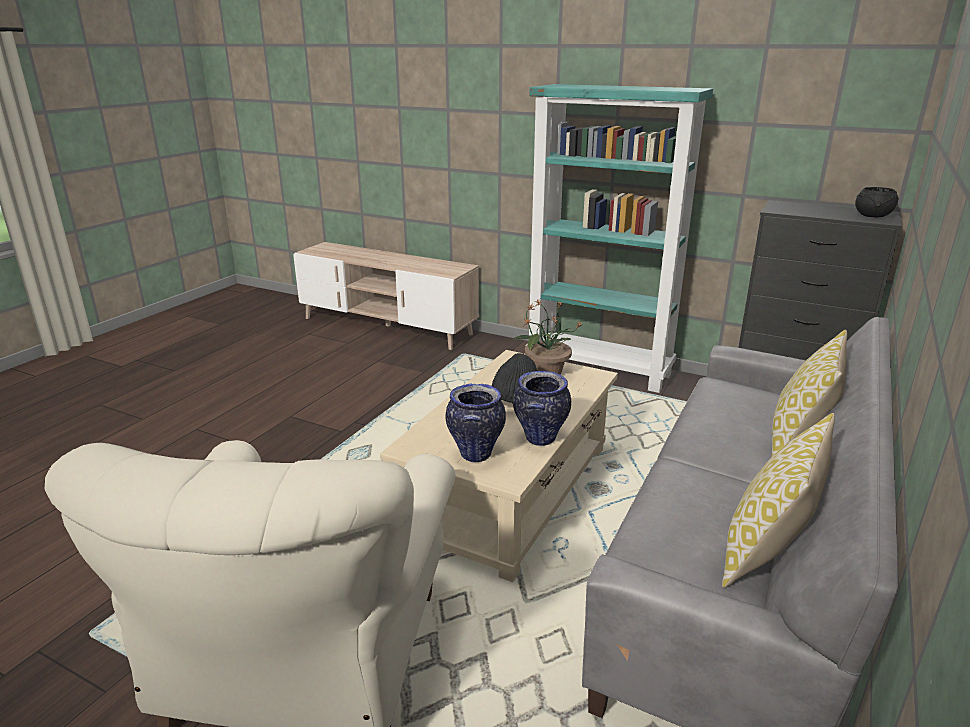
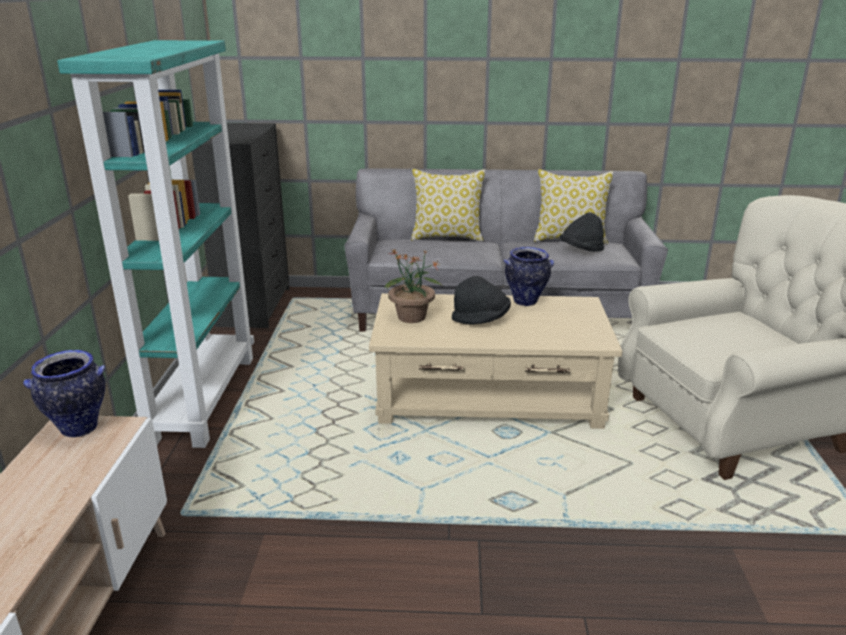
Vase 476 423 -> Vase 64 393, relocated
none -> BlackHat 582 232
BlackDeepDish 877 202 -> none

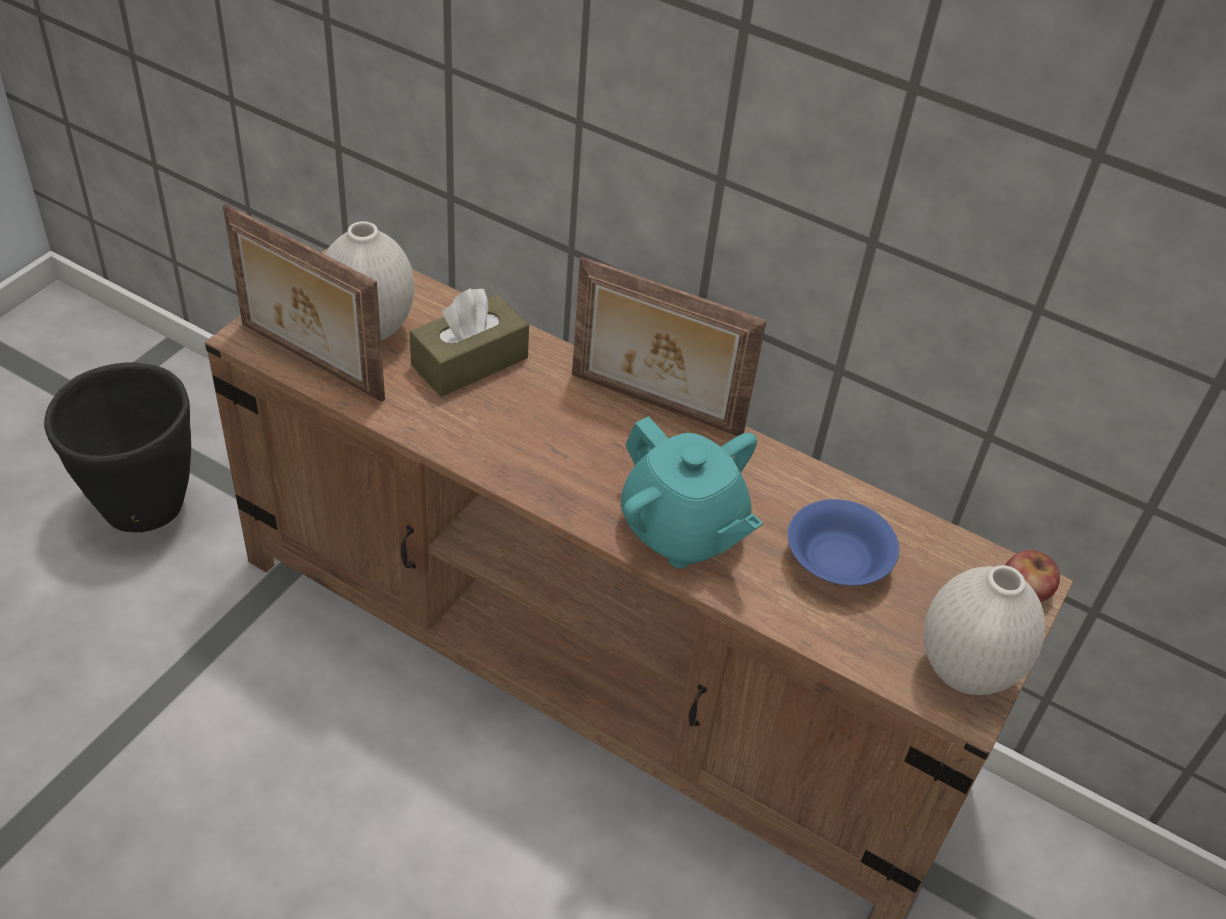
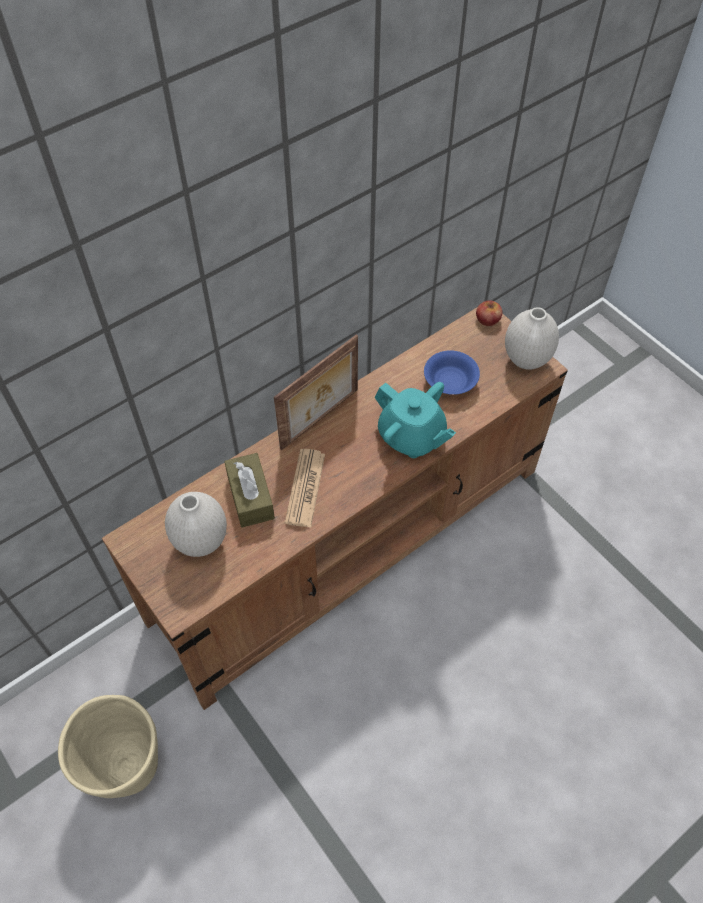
BlackPlanter 117 447 -> BeigeColouredPlanter 108 746
none -> DailyPaper 305 488
BlueGreenTeapot 692 492 -> BlueGreenTeapot 415 420, 60 degrees clockwise
PictureFrame 304 303 -> none

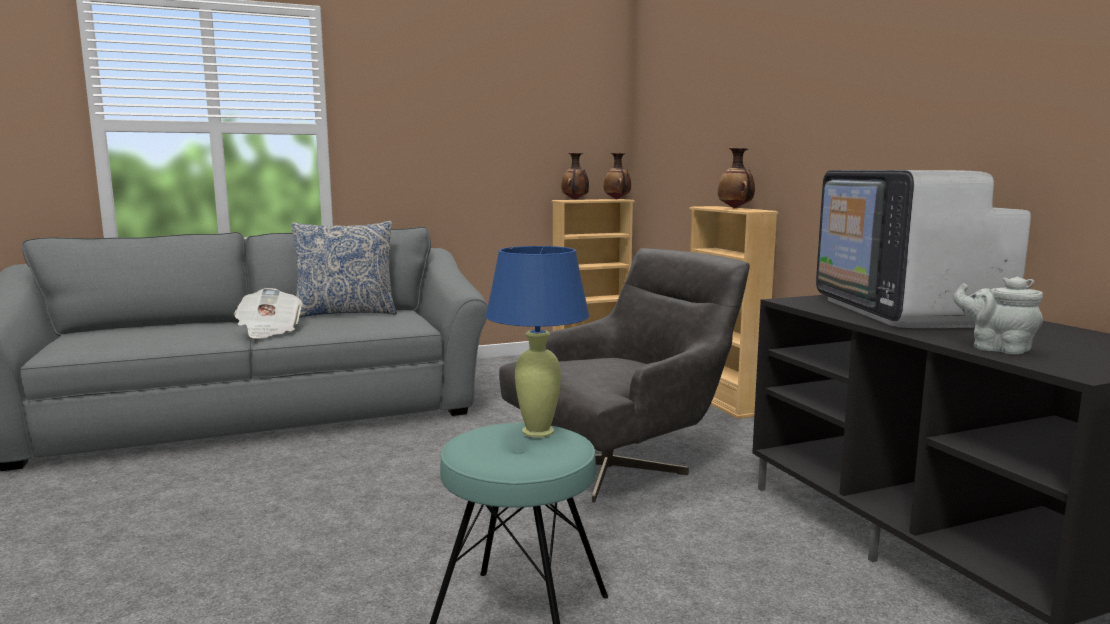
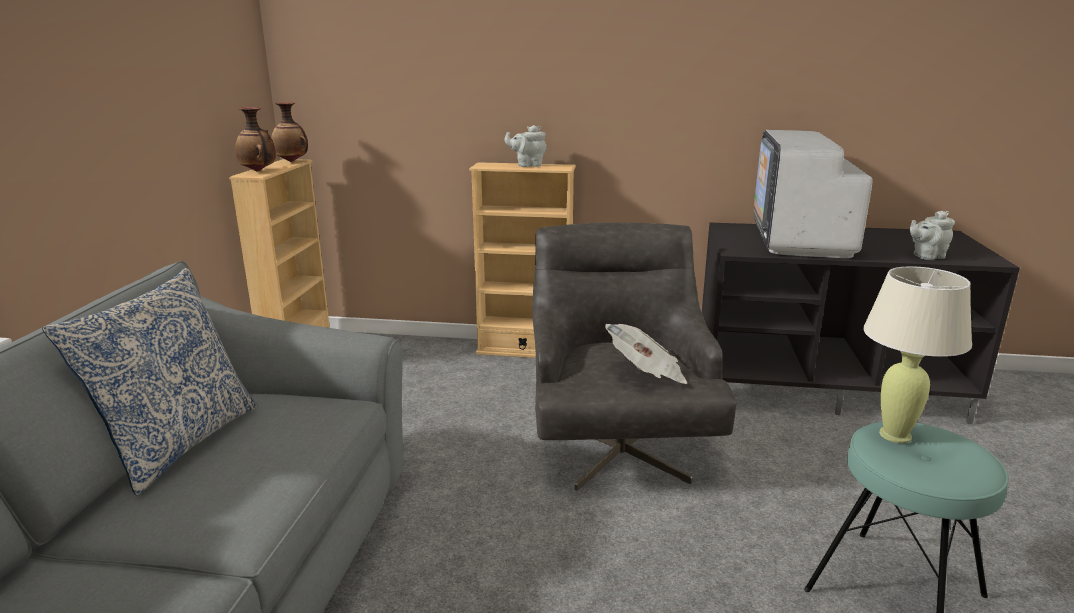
Vase 736 178 -> GrayTeapot 525 146
DailyPaper 268 313 -> DailyPaper 646 354, relocated
Tv 923 249 -> Tv 813 194, 75 degrees clockwise
BlueColouredTabletopLamp 537 341 -> BeigeColouredTabletopLamp 917 354

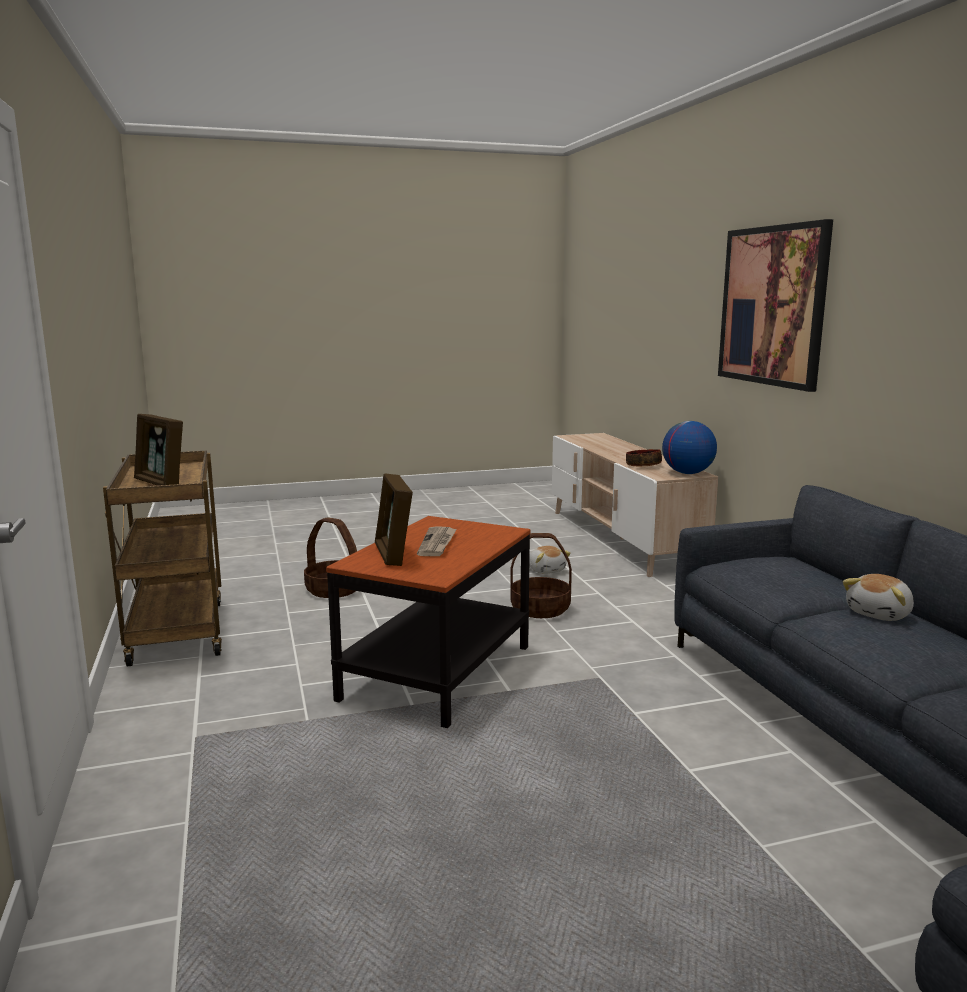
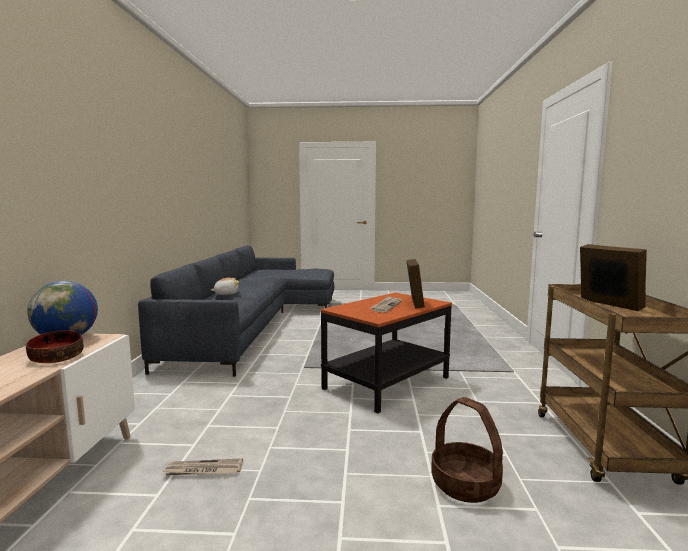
CuddlyToy 550 560 -> DailyPaper 202 467
StorageBasket 541 575 -> none
WallArt 775 305 -> none

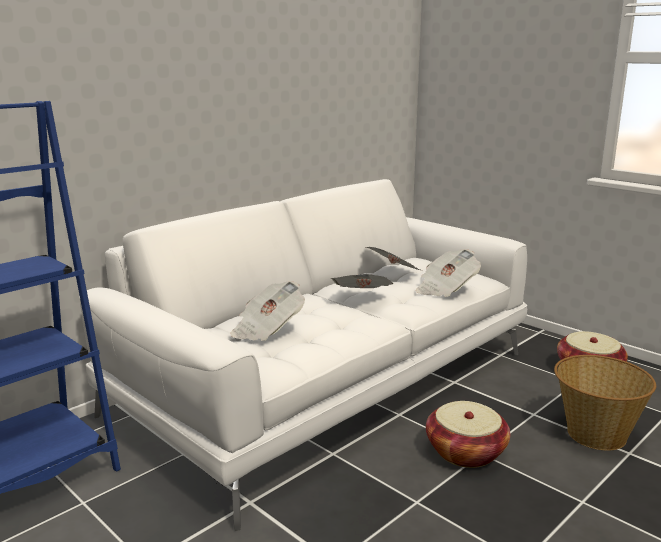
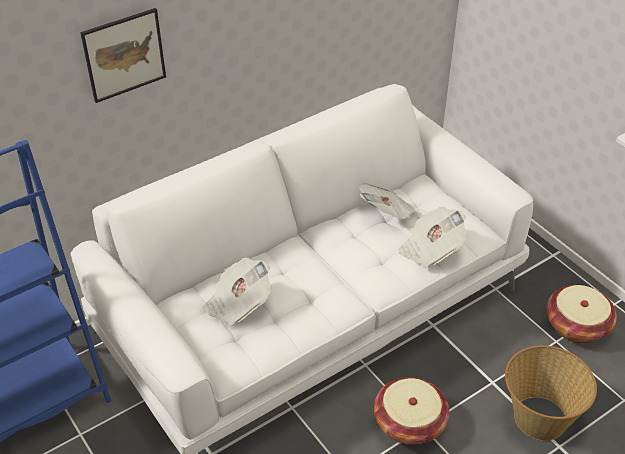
none -> WallArt 123 55
DailyPaper 362 281 -> none

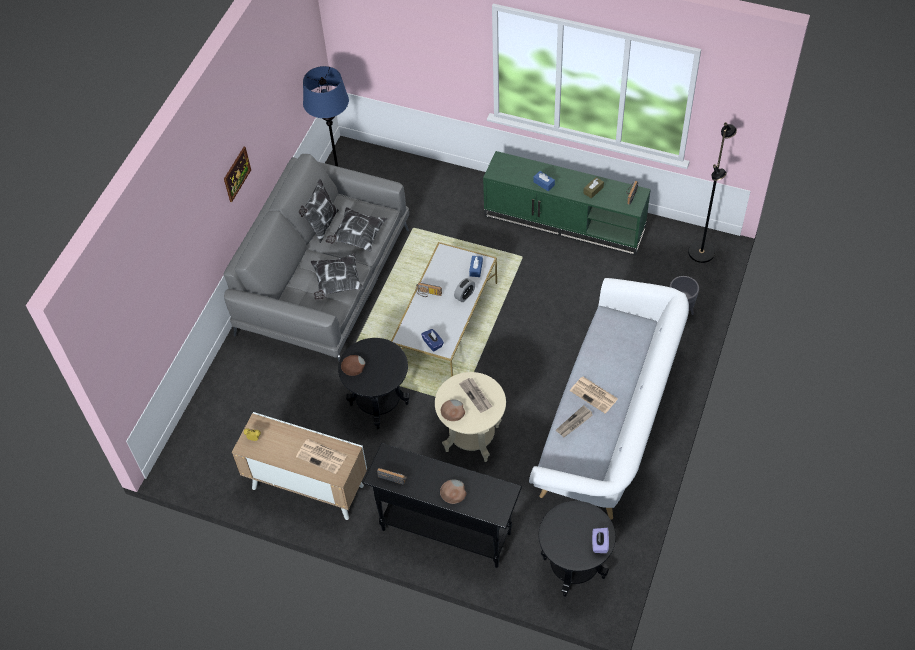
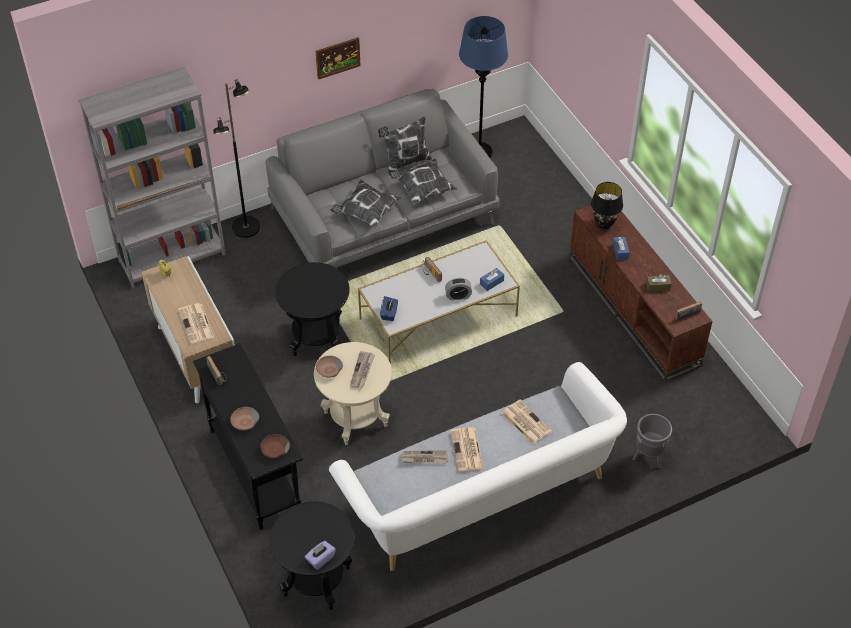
none -> GrayShelvingUnit 152 177
BlackStandingLamp 712 192 -> BlackStandingLamp 236 158, relocated
BrownDeepDish 353 365 -> BrownDeepDish 275 446, relocated
none -> DailyPaper 526 422
GreenTvUnit 567 203 -> BrownTvUnit 640 290
none -> BlackTabletopLamp 607 205

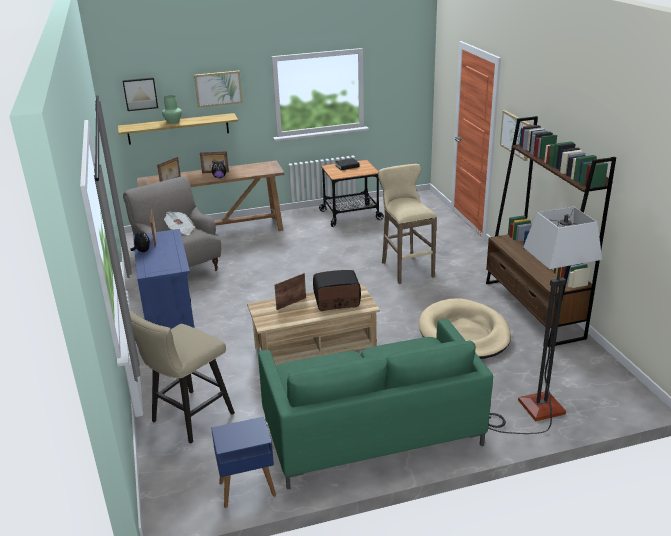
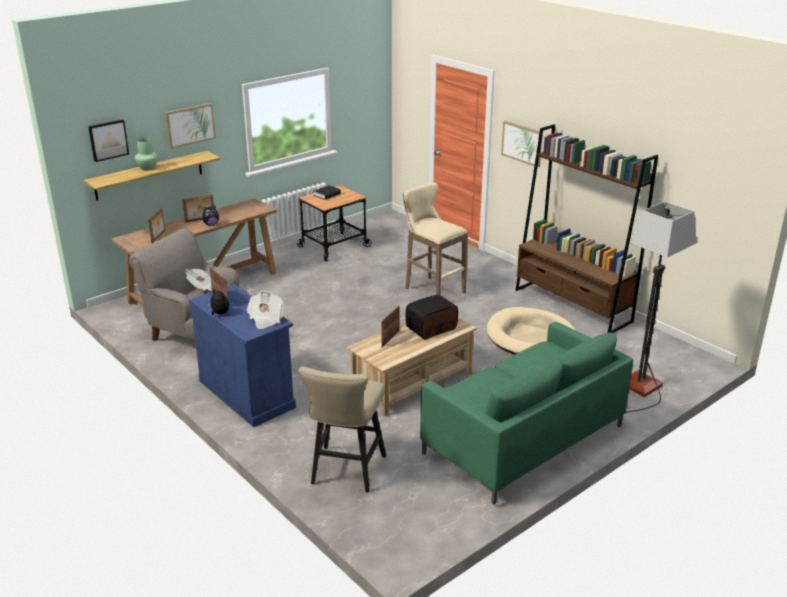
none -> DailyPaper 265 310
BlueColouredEndTable 243 462 -> none

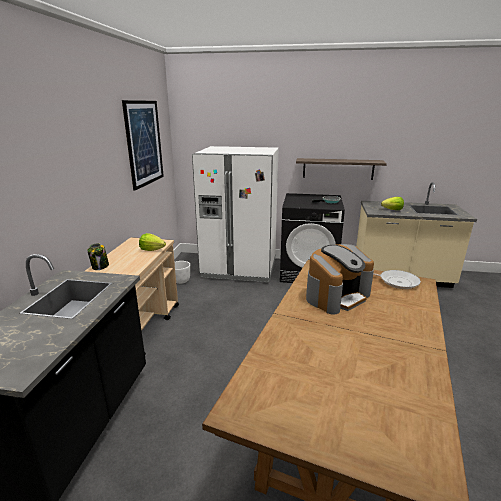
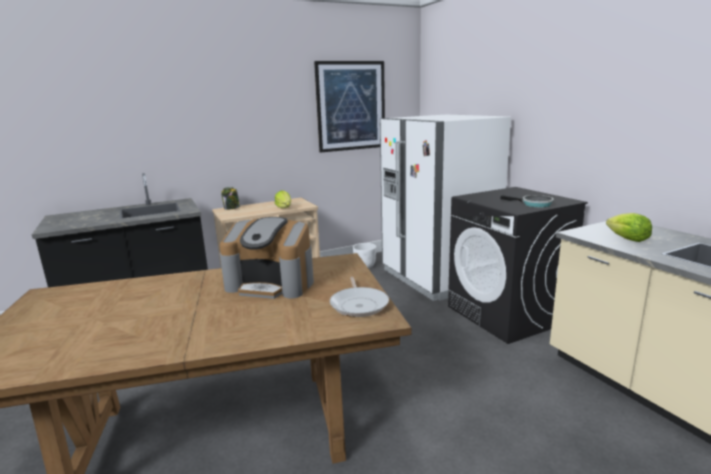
WallShelf 341 169 -> none

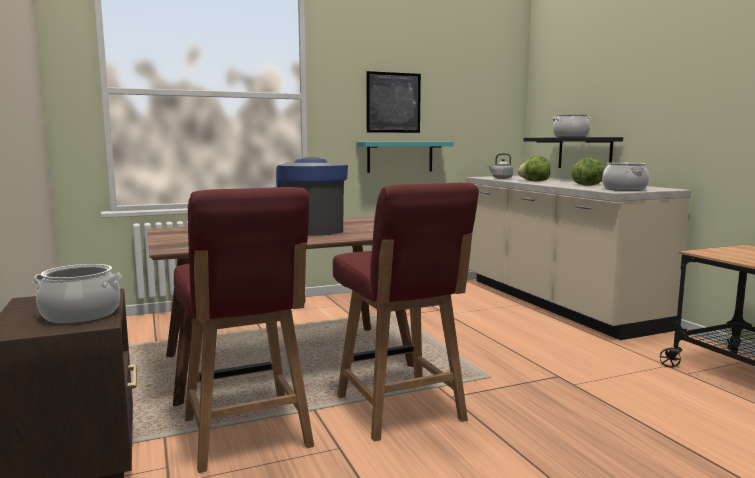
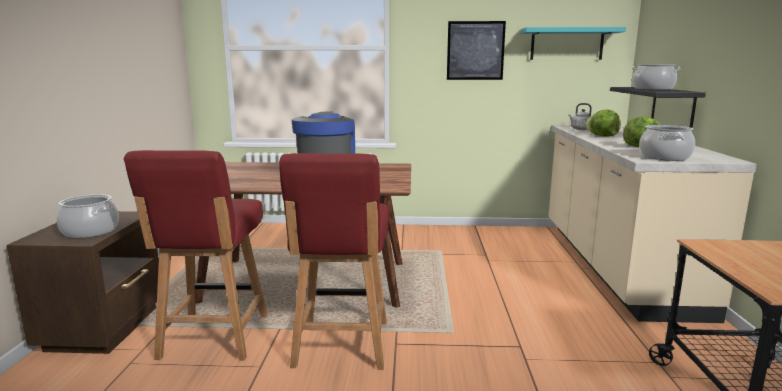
BlueGreenWallShelf 405 157 -> BlueGreenWallShelf 573 43, relocated

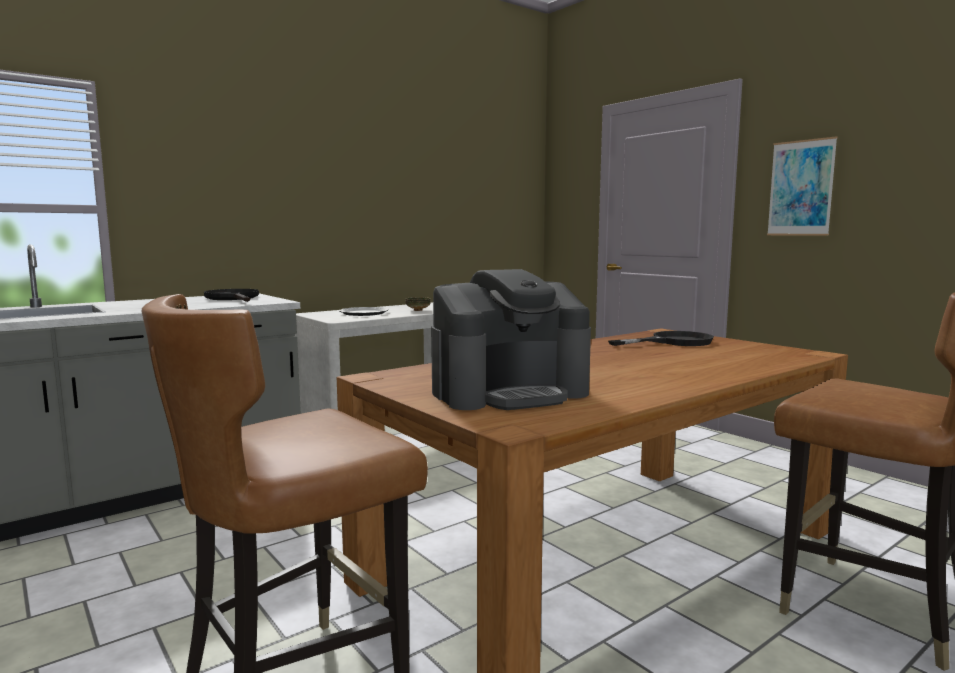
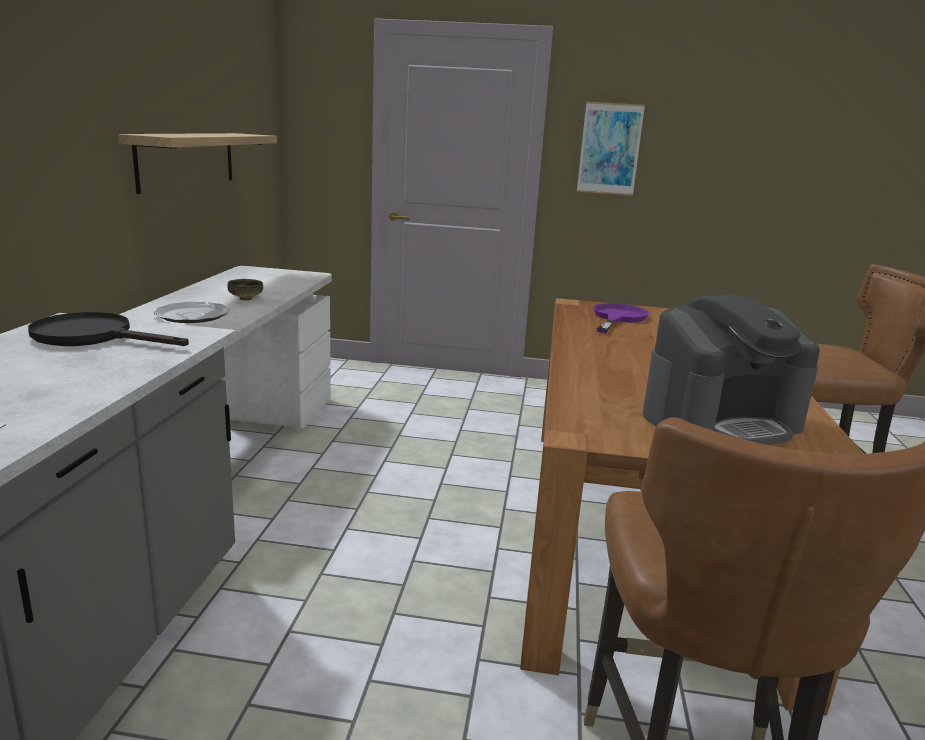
none -> WallShelf 197 163
BlackFryingPan 661 338 -> PurpleColouredFryingPan 621 318
CoffeeMaker 511 339 -> CoffeeMaker 731 370, 45 degrees clockwise

